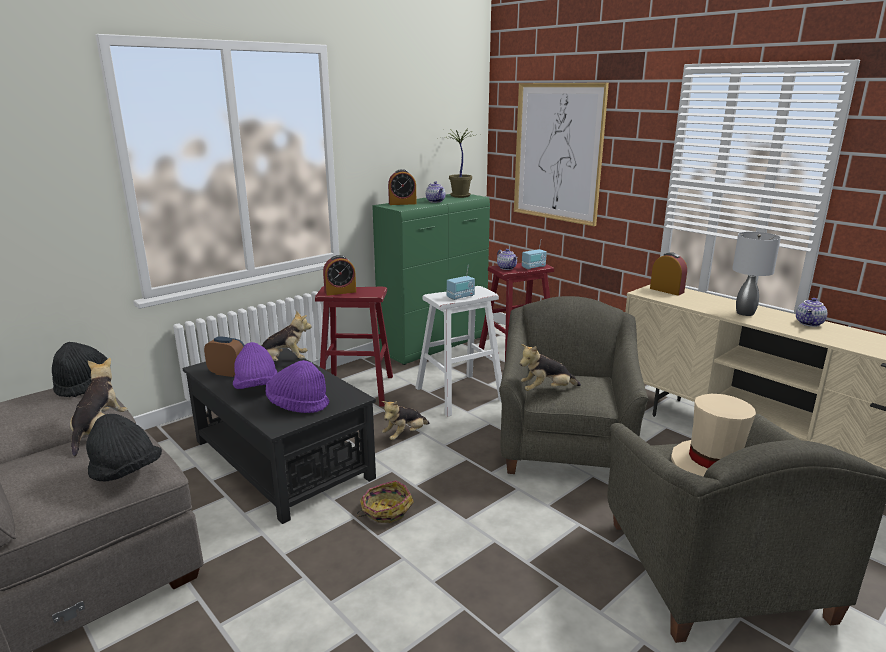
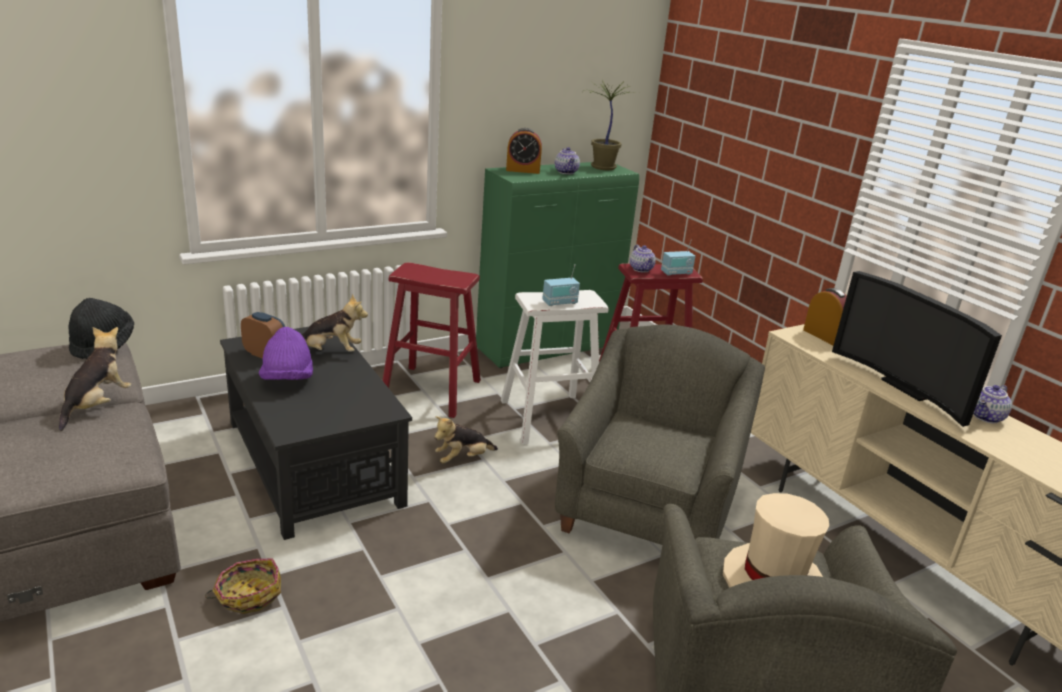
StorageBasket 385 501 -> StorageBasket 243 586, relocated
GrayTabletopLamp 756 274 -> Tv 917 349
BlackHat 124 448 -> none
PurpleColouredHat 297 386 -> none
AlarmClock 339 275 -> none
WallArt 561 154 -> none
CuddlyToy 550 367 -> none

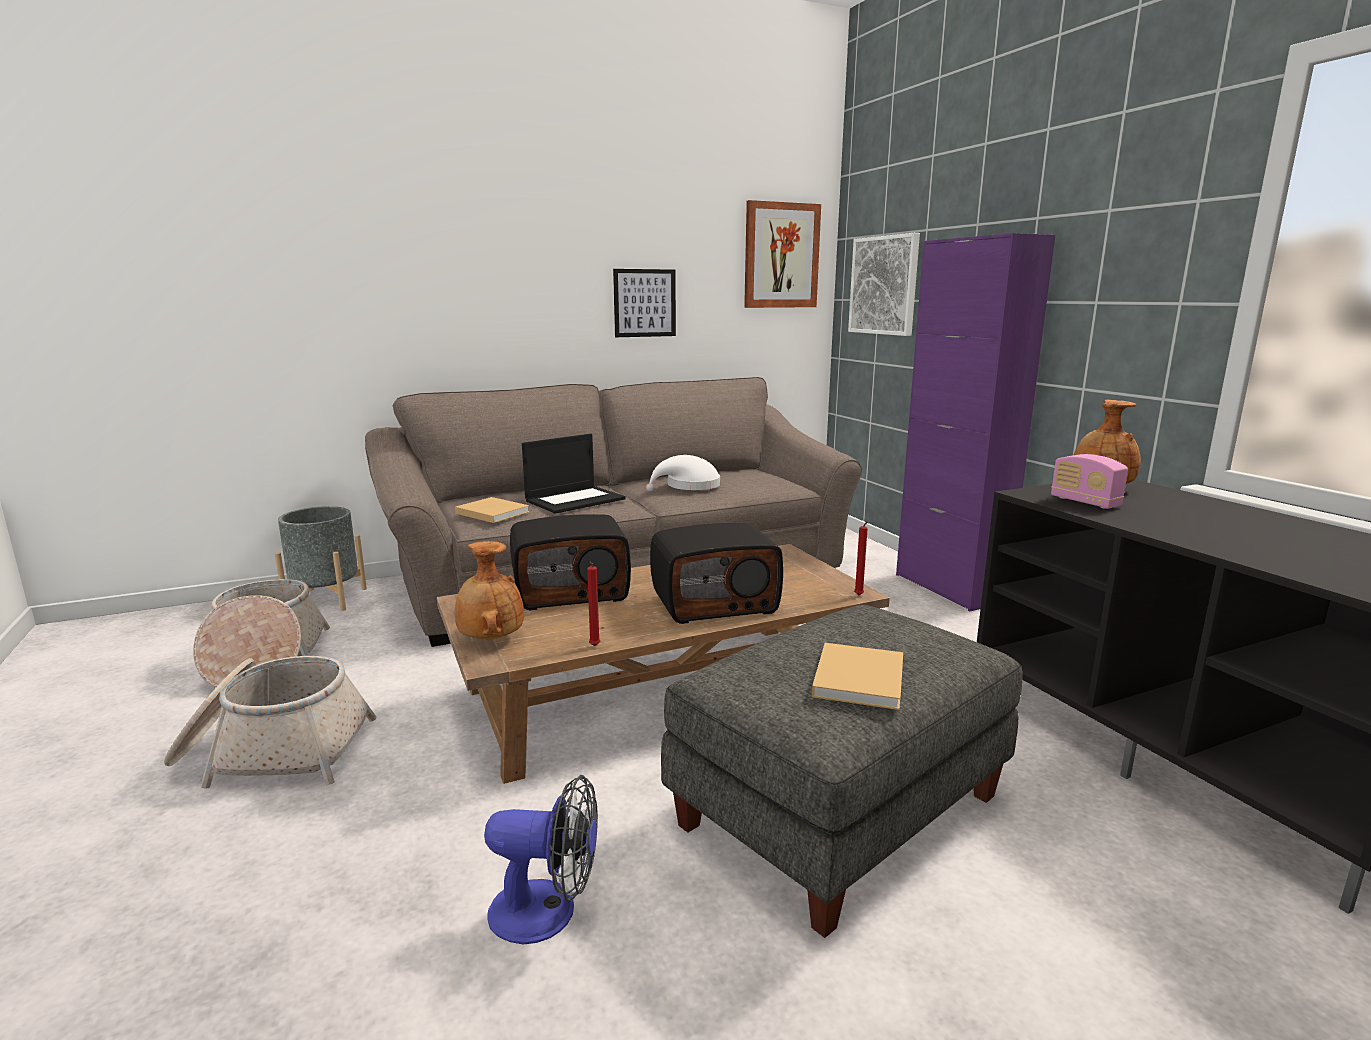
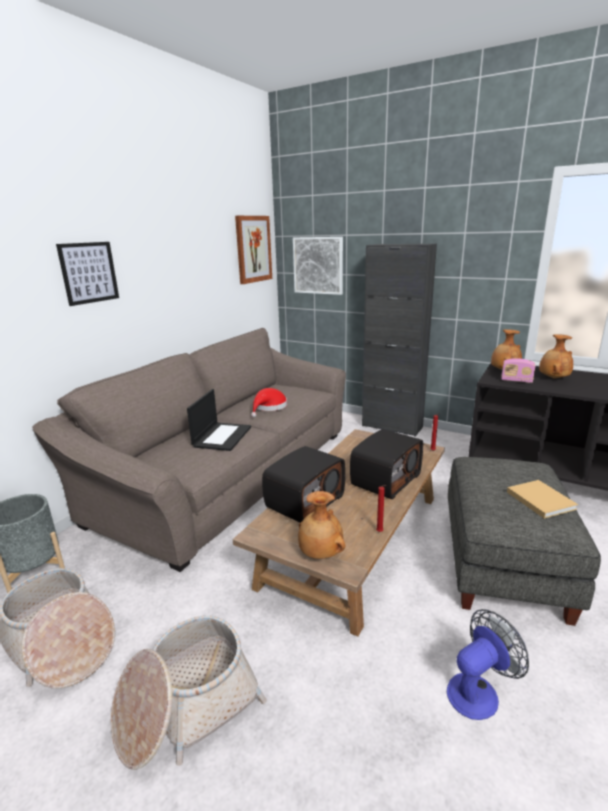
WallArt 644 303 -> WallArt 87 274, relocated
WhiteHat 683 473 -> ReddishHat 269 402
PurpleColouredCupboard 975 422 -> BlackCupboard 399 340
none -> BrownVase 556 356
BeigeColouredBoundBook 492 510 -> none

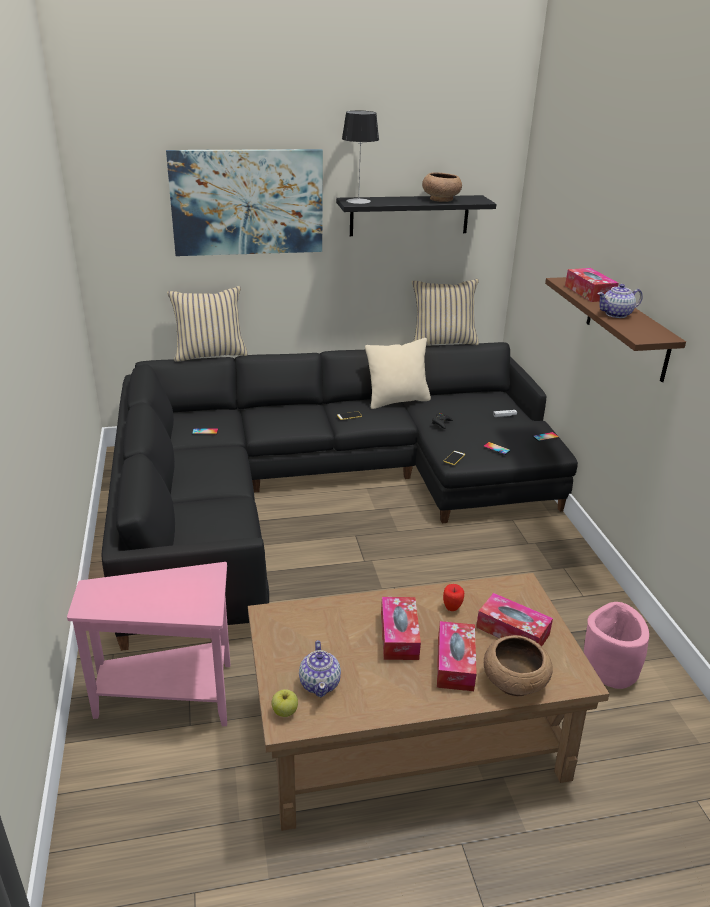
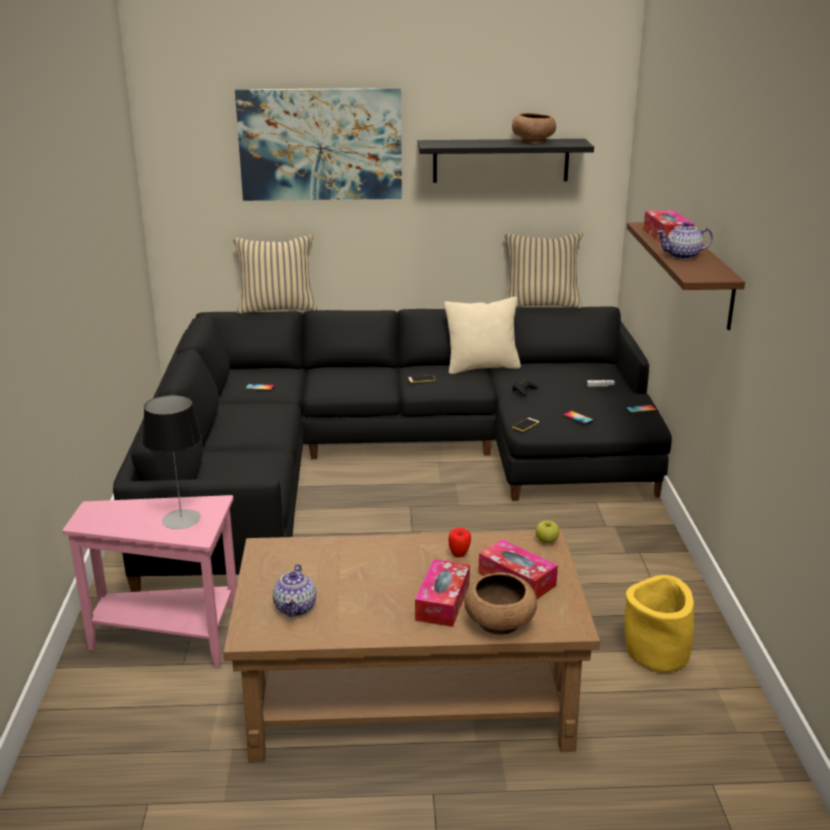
TabletopLamp 360 157 -> TabletopLamp 172 462, relocated
AppleFruit 285 703 -> AppleFruit 548 532, relocated
PinkPlanter 616 645 -> YellowishPlanter 659 624
BoxOfTissues 401 628 -> none

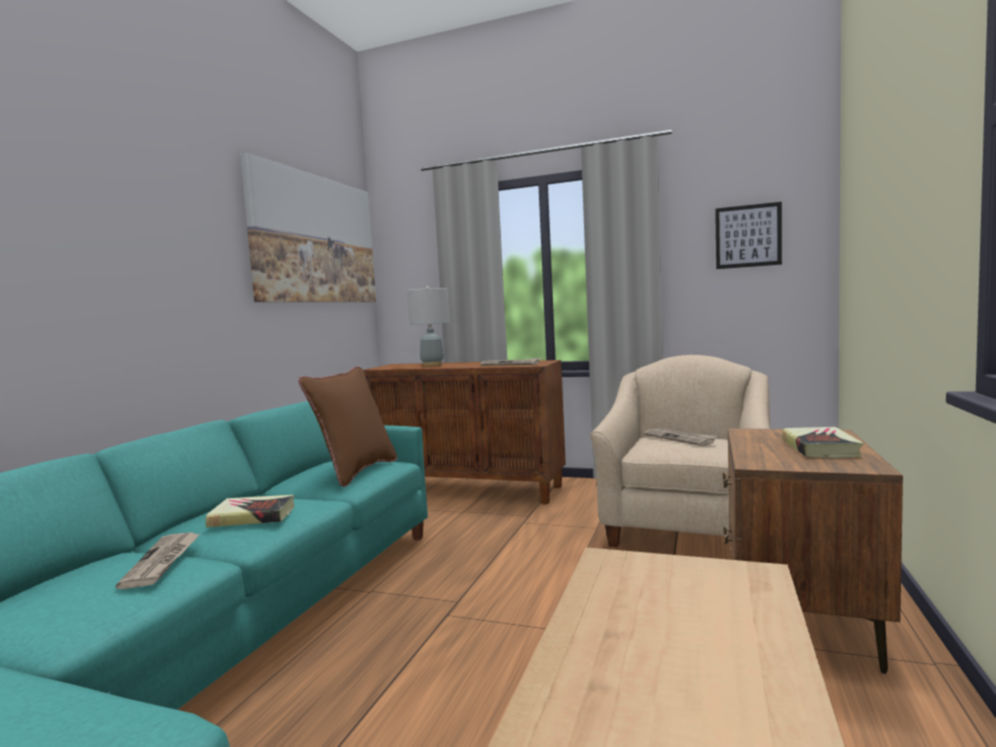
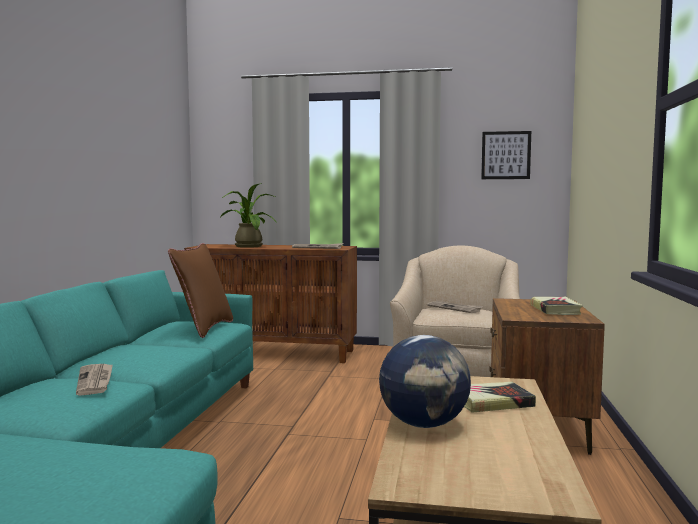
GrayTabletopLamp 428 326 -> PottedPlant 248 215
none -> WorldGlobe 425 381
BoundBook 249 511 -> BoundBook 500 397, relocated
WallArt 308 227 -> none

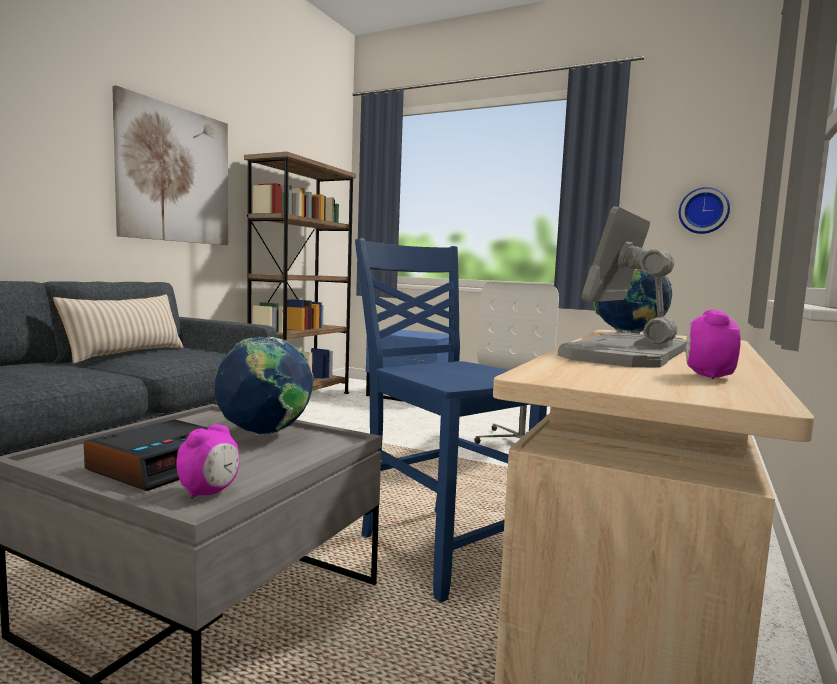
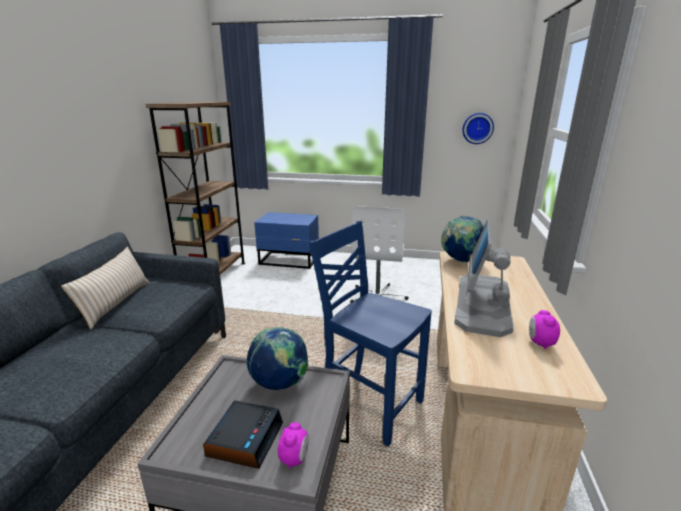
WallArt 170 165 -> none

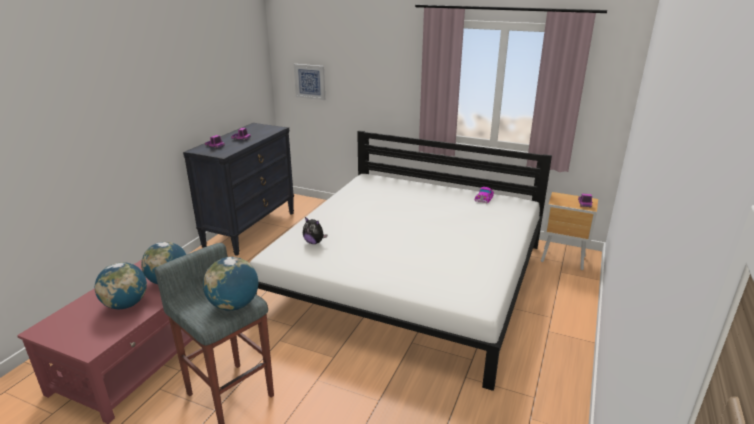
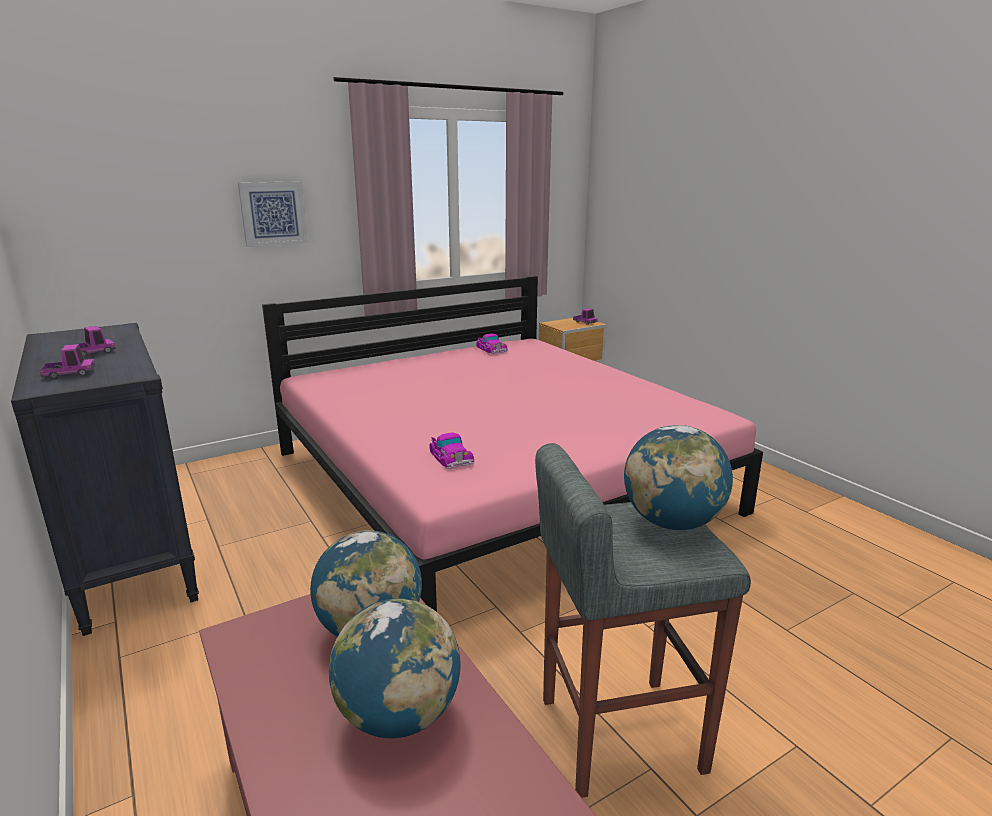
WallArt 309 82 -> WallArt 273 214, relocated
WhiteSleepingBed 401 261 -> PinkSleepingBed 512 444
CuddlyToy 315 230 -> ModelCar 451 450

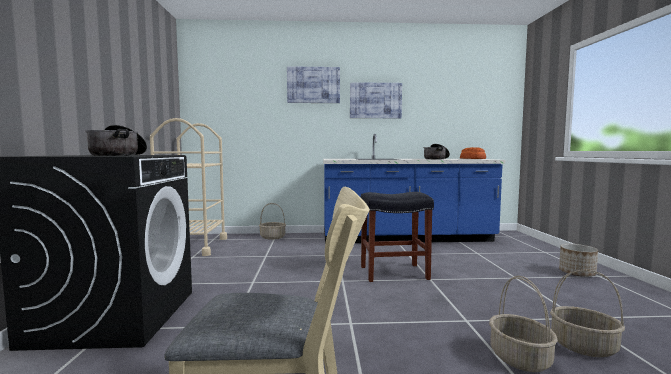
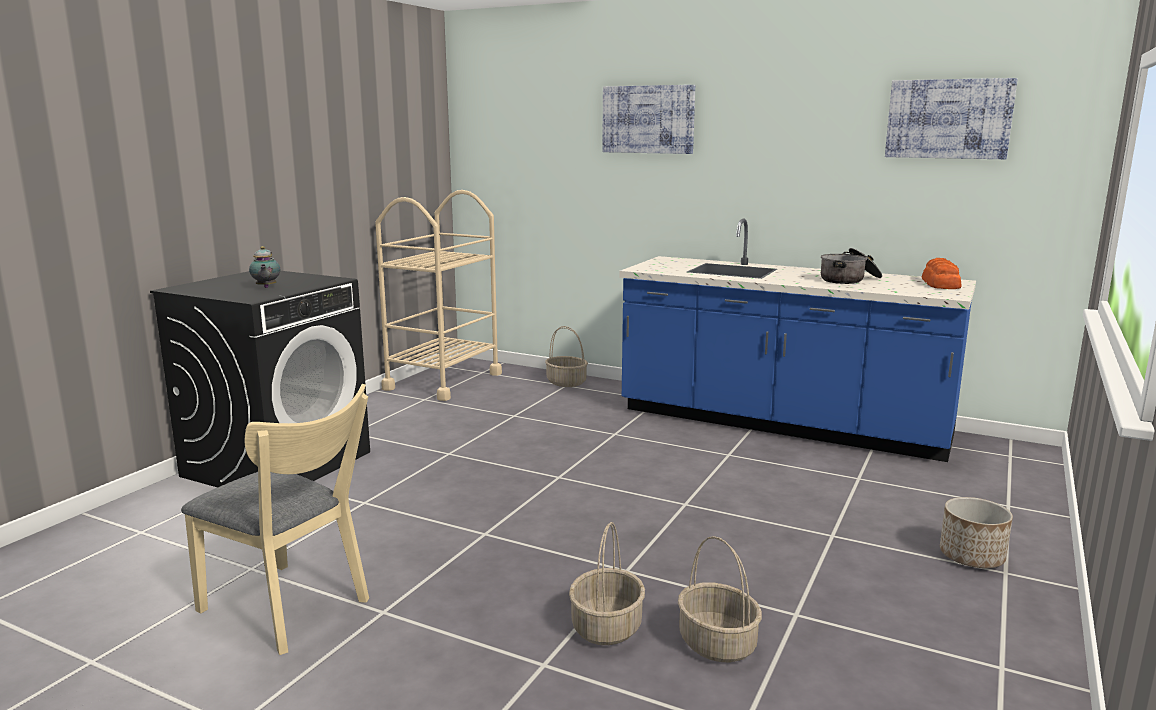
CookingPot 116 140 -> Teapot 264 267
WallArt 376 100 -> WallArt 951 118, relocated
BlackStoolSeat 397 237 -> none

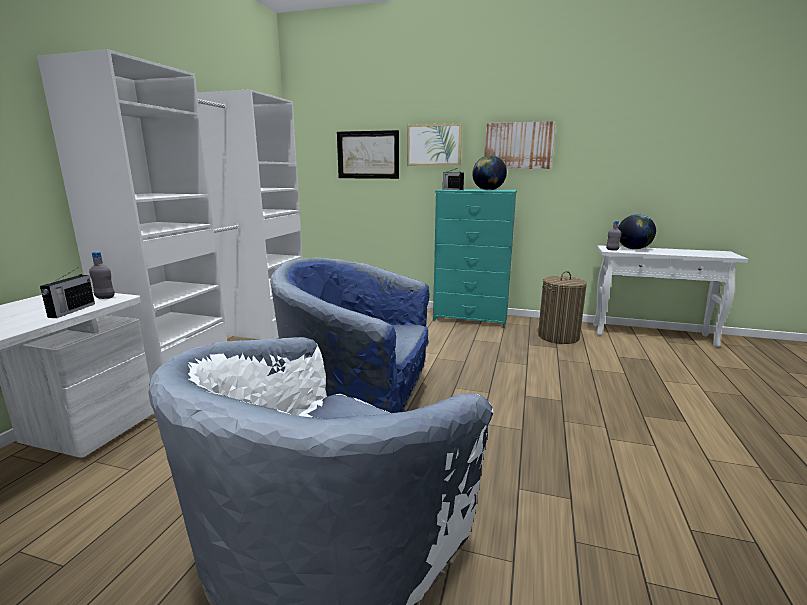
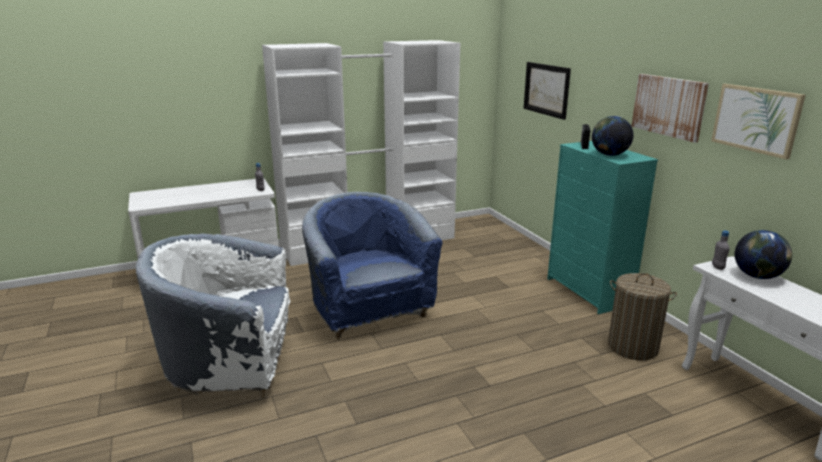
WallArt 434 144 -> WallArt 758 121, relocated
Radio 67 293 -> none

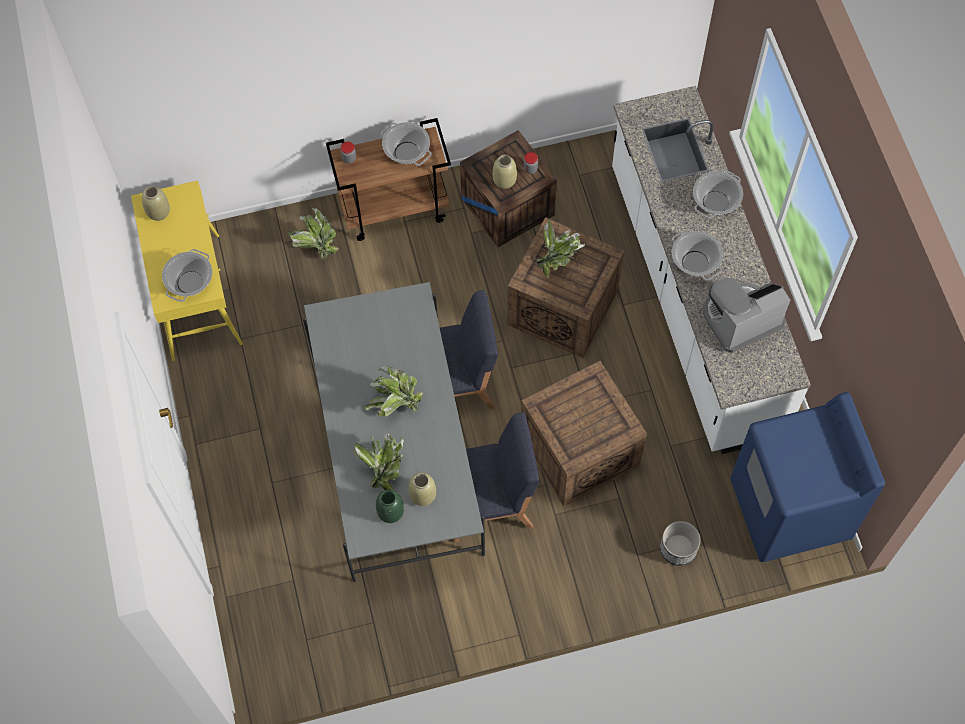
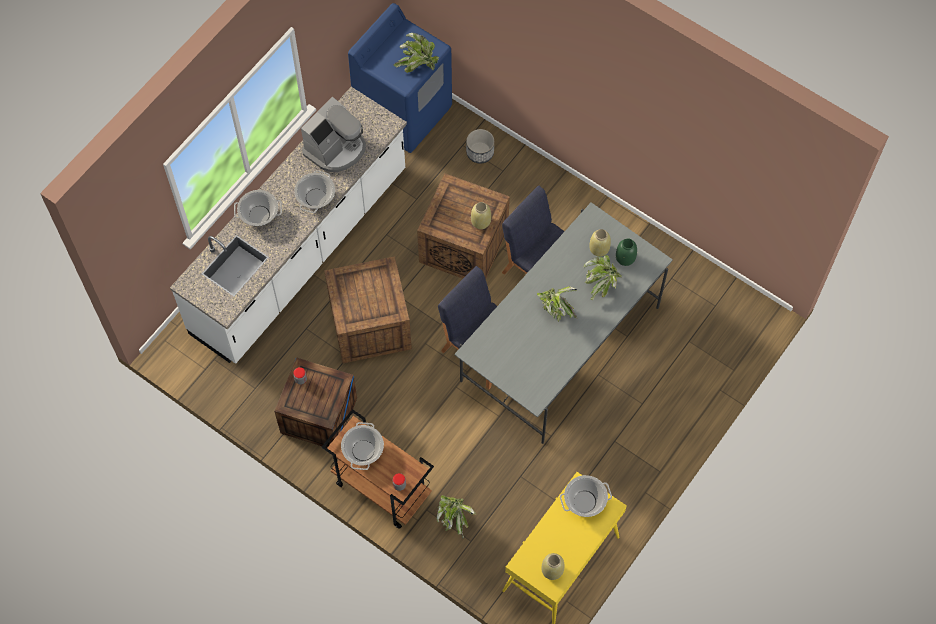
CoffeeMaker 747 315 -> CoffeeMaker 333 134, 75 degrees counterclockwise
PottedPlant 561 249 -> PottedPlant 416 53, relocated
BeigeColouredVase 505 172 -> BeigeColouredVase 481 215, relocated

